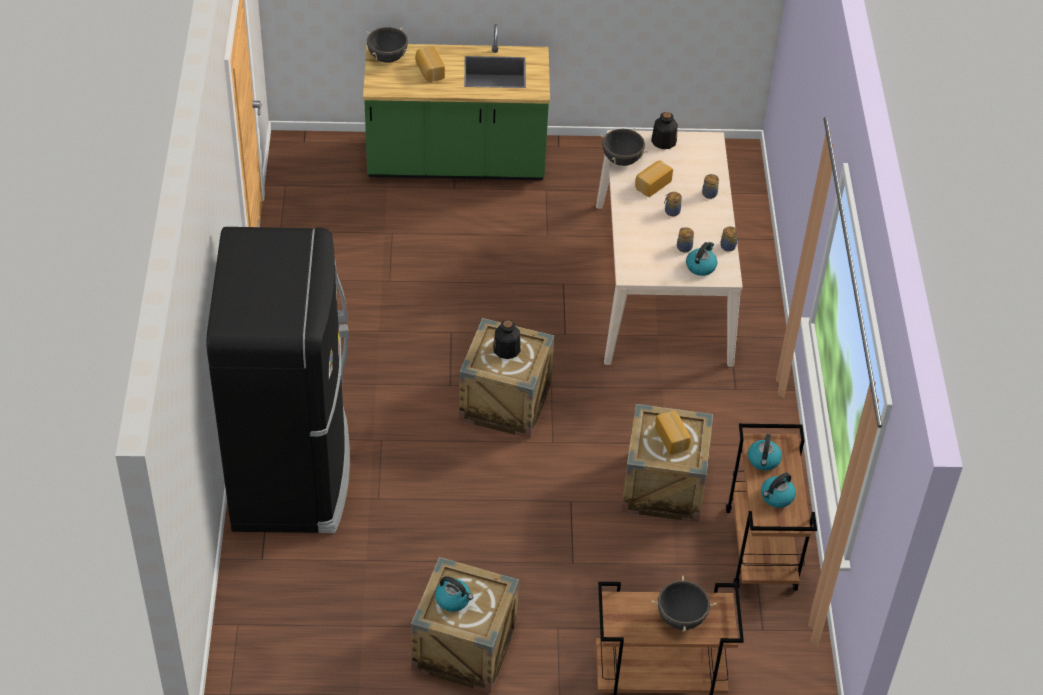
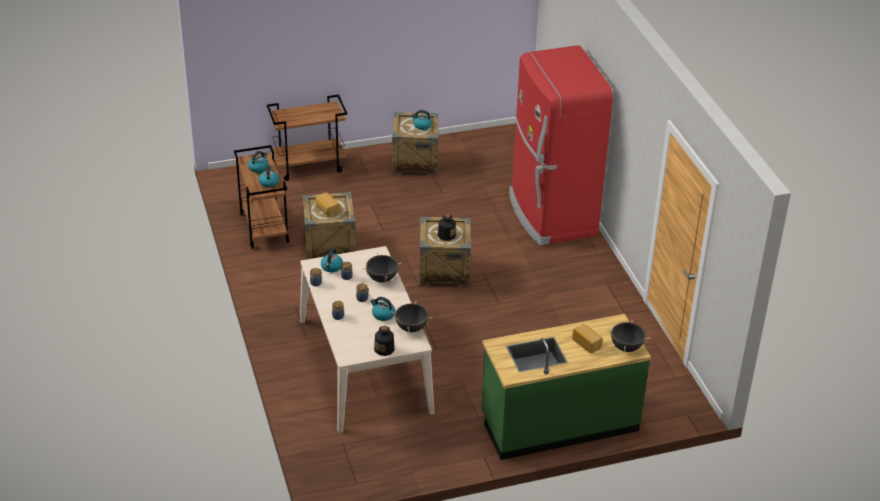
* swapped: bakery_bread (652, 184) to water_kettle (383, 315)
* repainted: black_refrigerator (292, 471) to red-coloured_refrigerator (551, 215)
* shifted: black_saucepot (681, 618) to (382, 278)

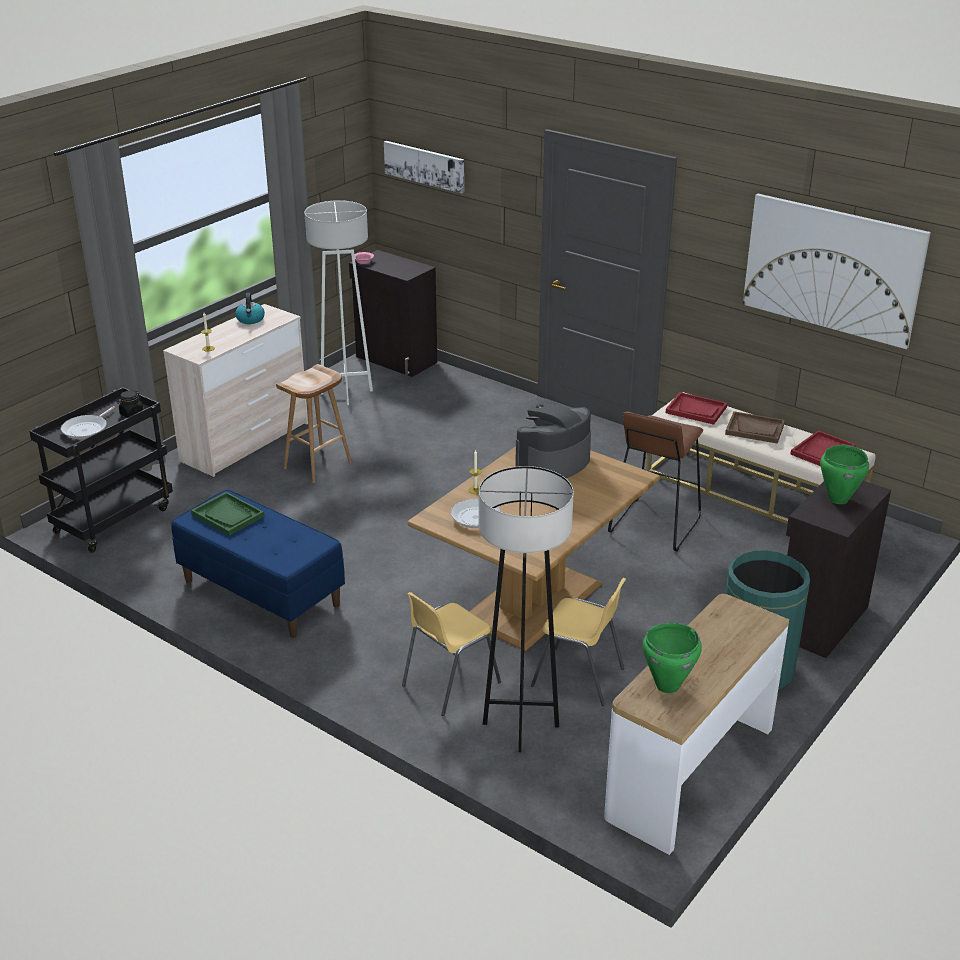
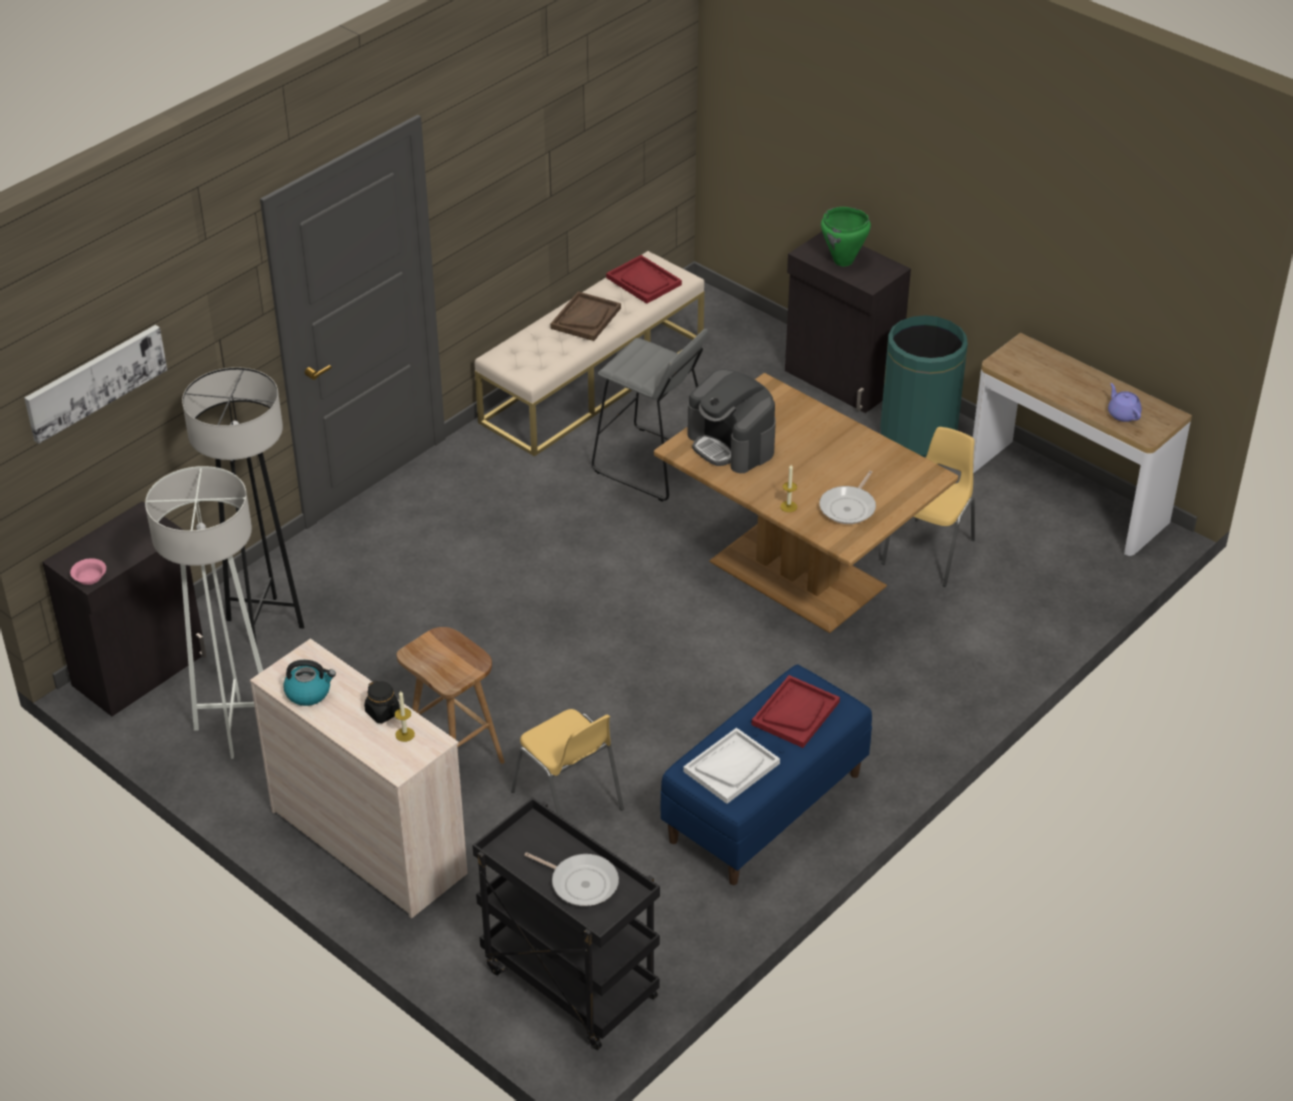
* gone: picture (832, 269)
* shifted: black_jar (131, 414) to (383, 712)
* shifted: red-coloured_serving_tray (696, 410) to (795, 713)
* repainted: brownish_stool_seat (654, 524) to gray_stool_seat (652, 464)
* shifted: gray_standing_lamp (520, 725) to (265, 624)
* repainted: greenish_serving_tray (228, 515) to white-coloured_serving_tray (731, 767)
* shifted: yellow_plain_chair (449, 684) to (568, 801)
* swapped: greenish_saucepot (667, 685) to purple_pot_for_tea (1123, 414)

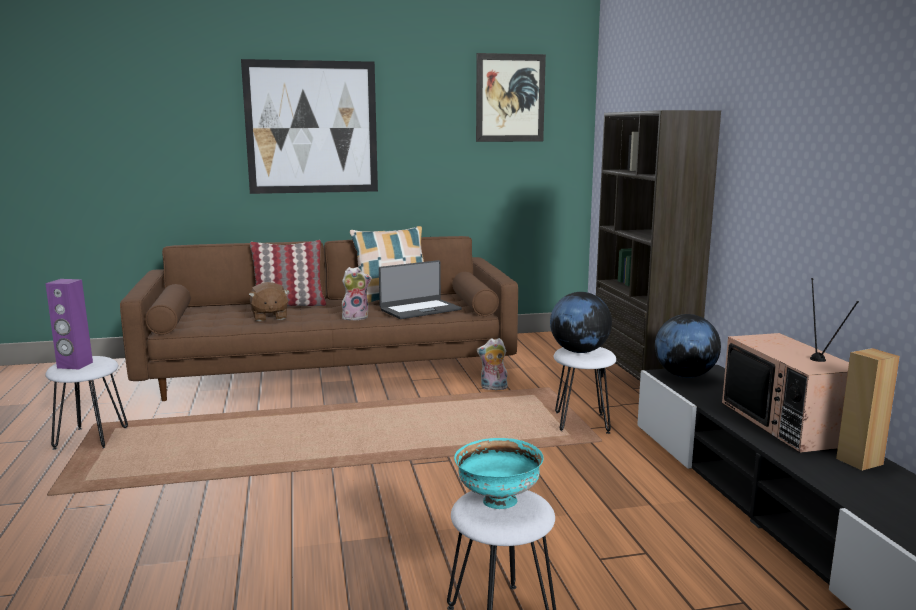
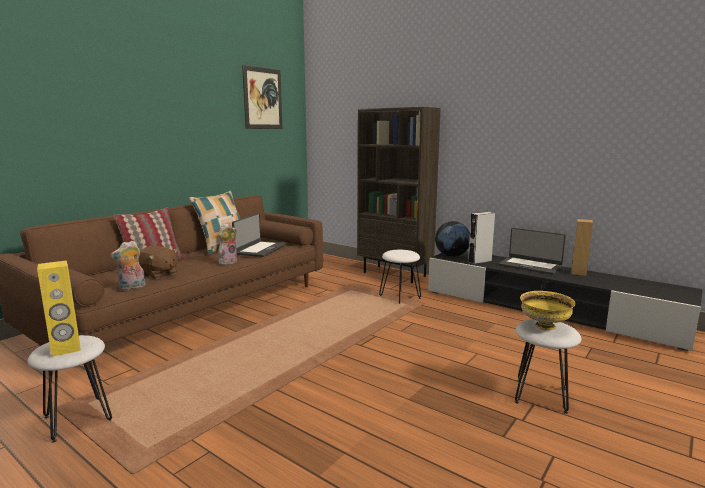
* gone: picture (312, 127)
* swapped: television (788, 424) to notebook_computer (530, 265)
* repainted: purple_loudspeaker (74, 365) to yellow_loudspeaker (66, 349)
* gone: desk_globe (579, 351)
* shifted: soft_toy (493, 388) to (132, 288)
* repainted: turquoise_deep_dish (498, 501) to yellow_deep_dish (545, 327)
* new: gray_loudspeaker (479, 261)

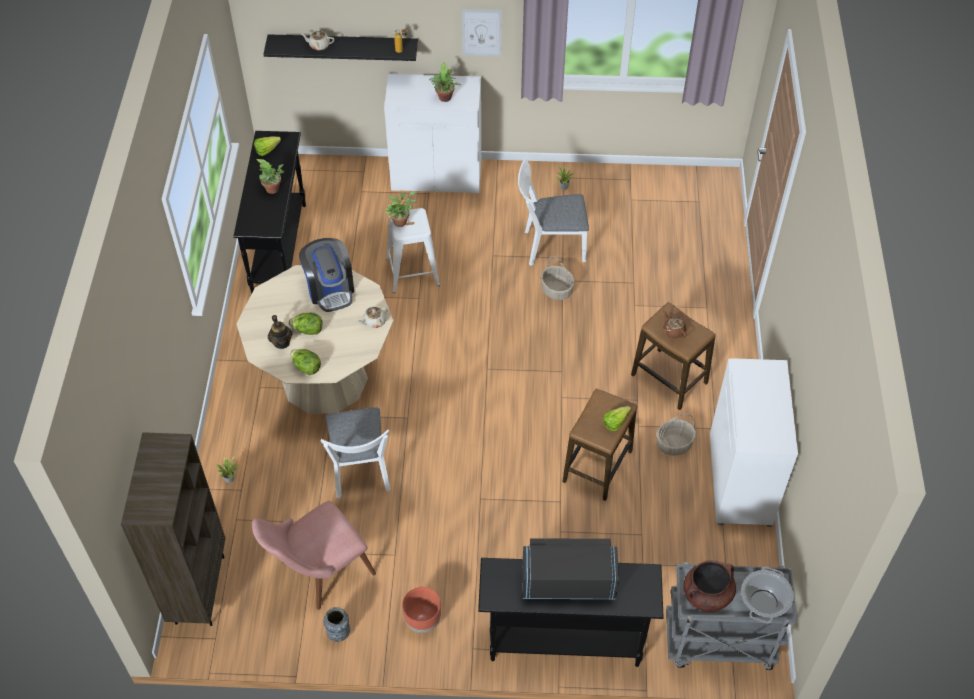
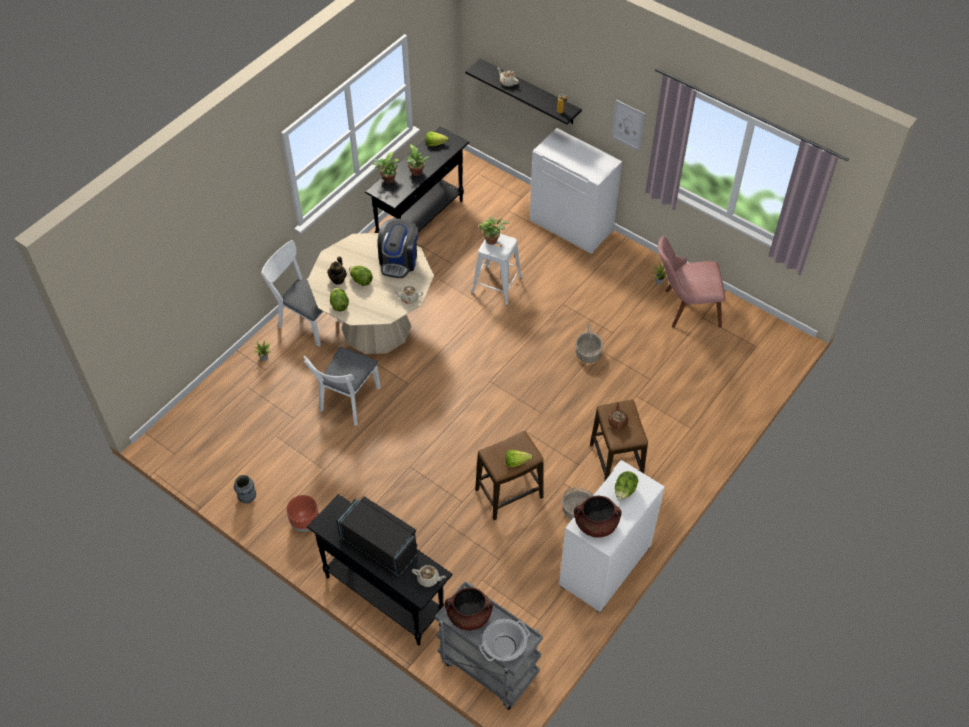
* shifted: potted_plant (444, 99) to (388, 180)
* shifted: white-coloured_plain_chair (549, 246) to (306, 321)
* gone: brownish_bookshelf (199, 589)
* shifted: pinkish_plain_chair (318, 573) to (684, 308)
* new: lettuce_head (624, 491)
* new: brownish_saucepot (596, 524)
* new: beige-coloured_pot_for_tea (428, 579)

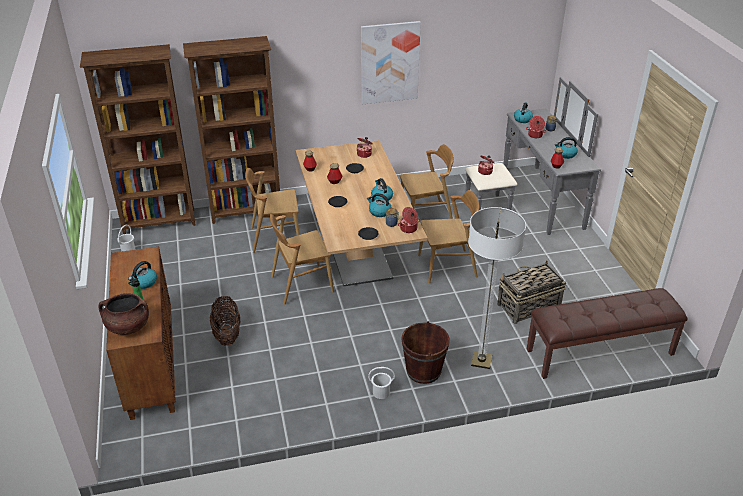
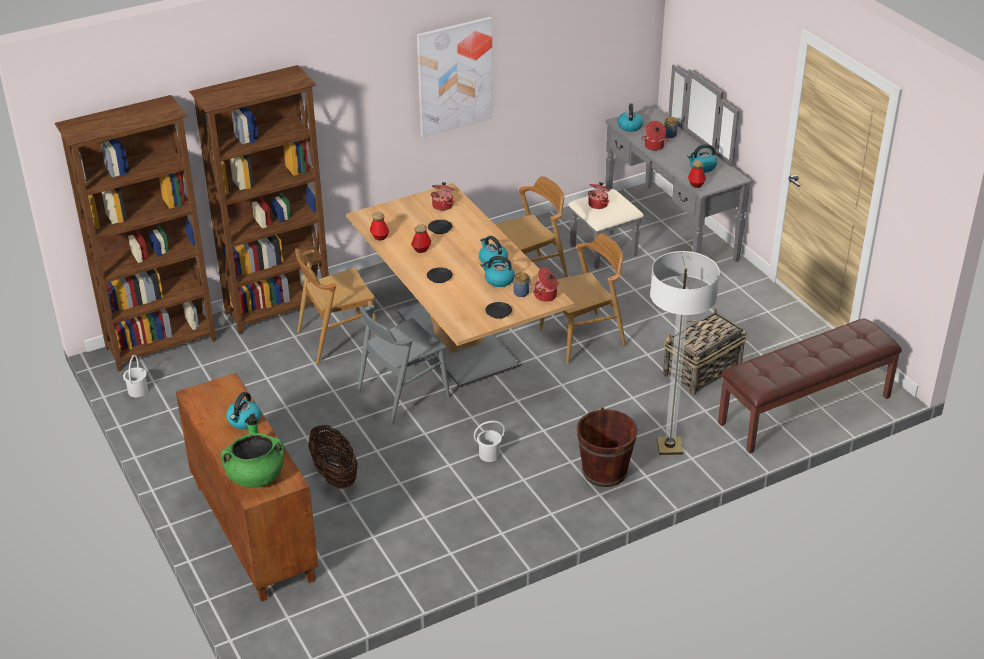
* repainted: brownish_plain_chair (301, 284) to gray_plain_chair (402, 394)
* repainted: brownish_saucepot (128, 327) to greenish_saucepot (256, 477)
* shifted: white-coloured_water_bucket (381, 392) to (489, 455)

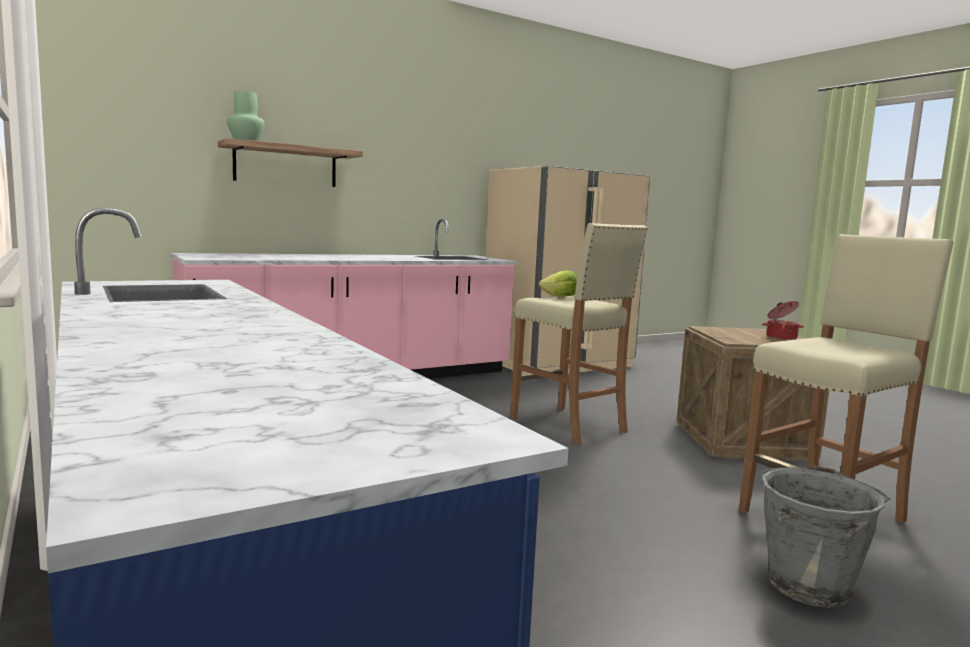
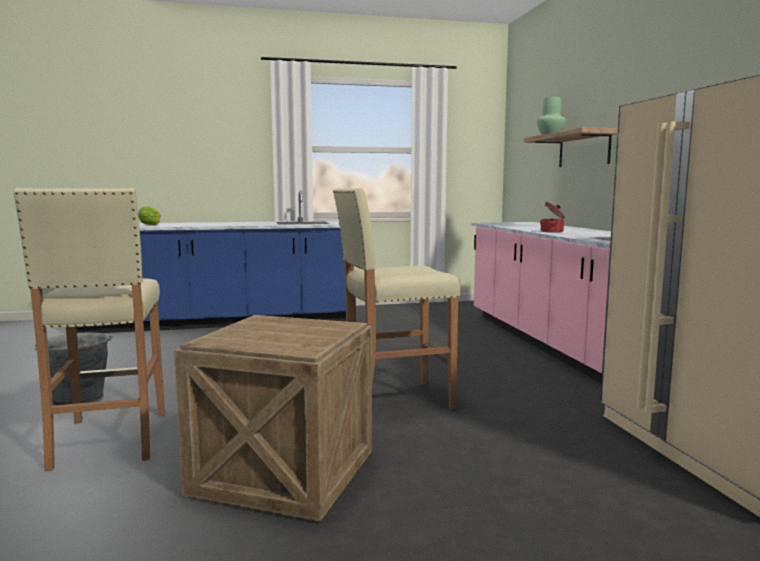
* shifted: lettuce_head (561, 297) to (150, 225)
* shifted: saucepot (781, 337) to (552, 231)

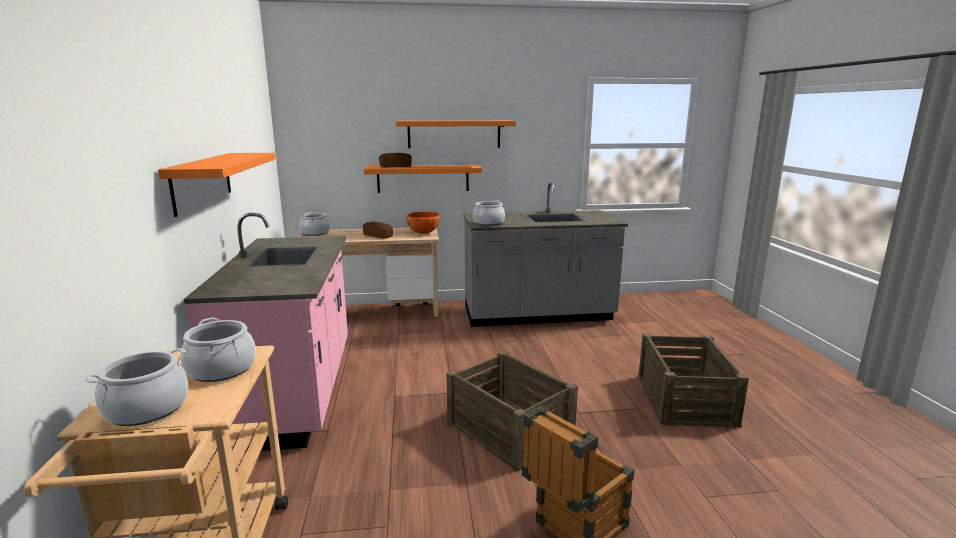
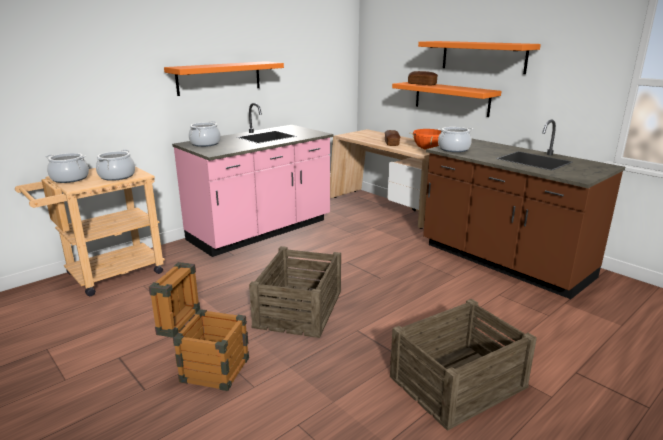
* repainted: gray_kitchen_base_unit (538, 315) to brownish_kitchen_base_unit (504, 262)
* shifted: saucepot (315, 233) to (205, 144)

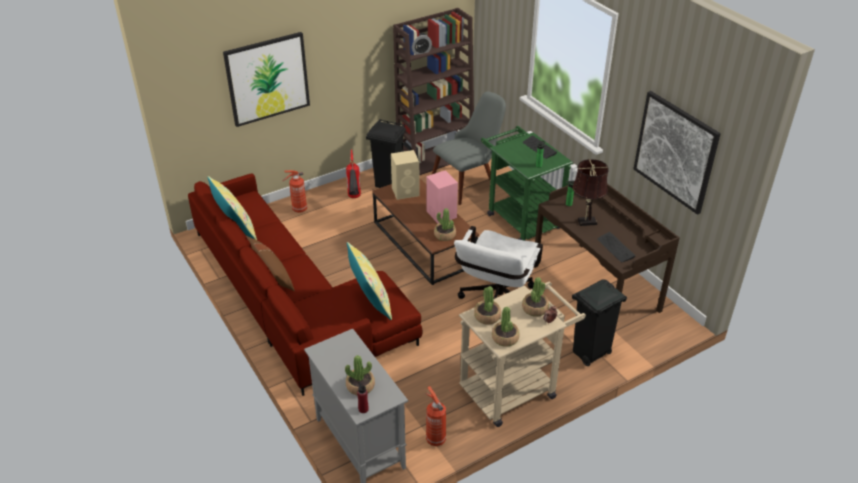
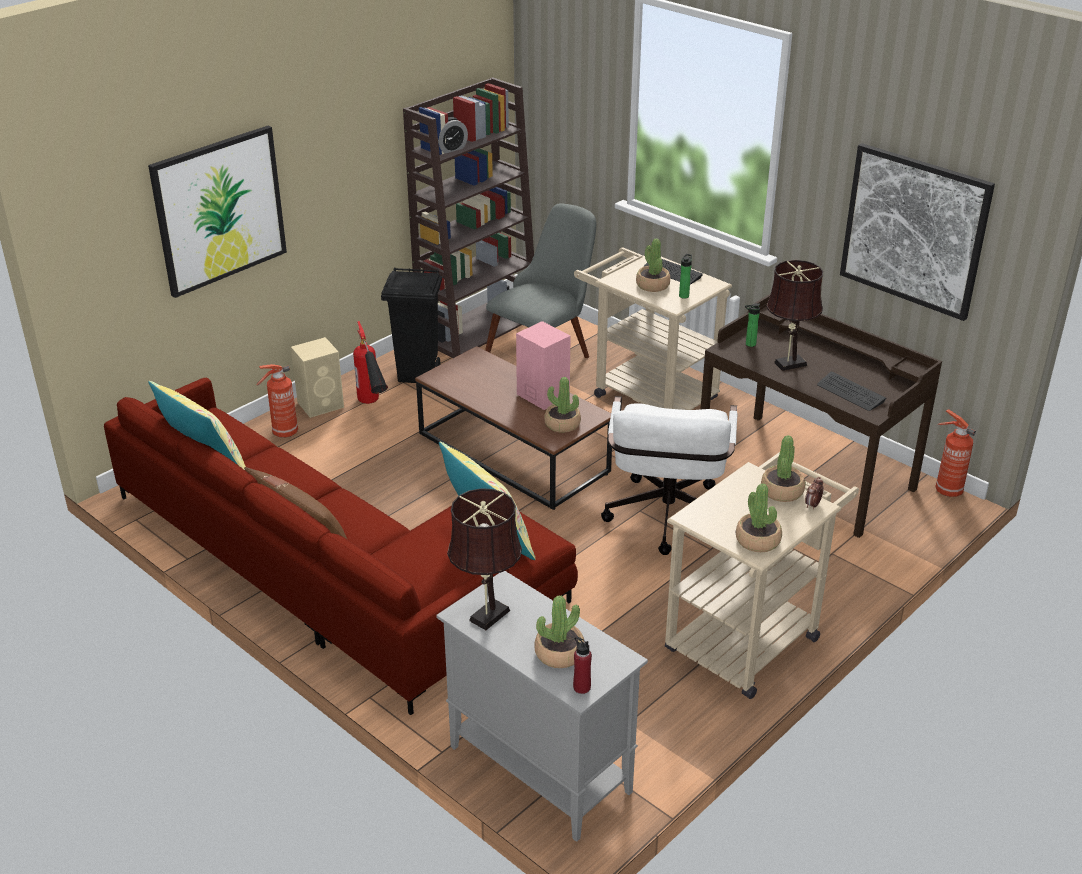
* repainted: greenish_wheeled_cart (520, 218) to beige-coloured_wheeled_cart (646, 393)
* shifted: beige-coloured_loudspeaker (406, 191) to (321, 404)
* gone: black_rubbish_bin (590, 354)
* shifted: potted_plant (487, 316) to (652, 285)
* shifted: extinguisher (435, 438) to (946, 490)
* new: brownish_lamp_for_a_table (486, 618)

